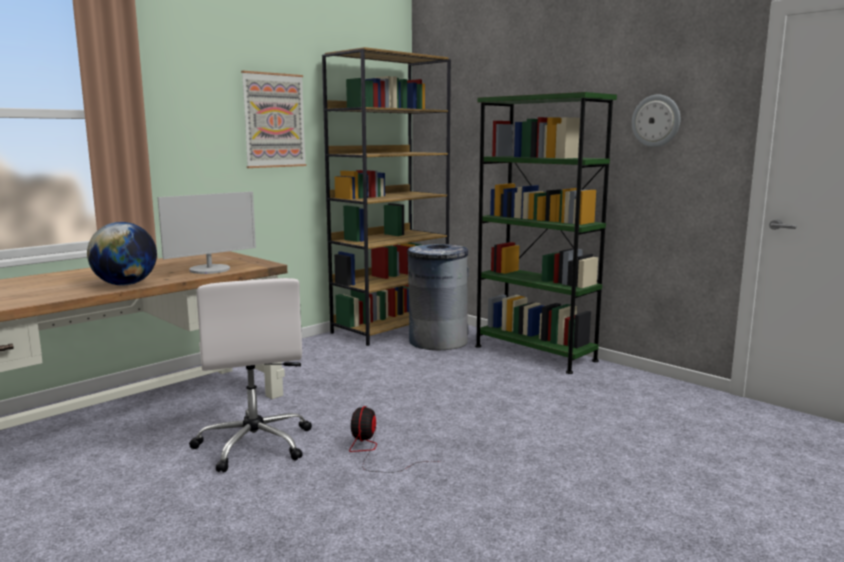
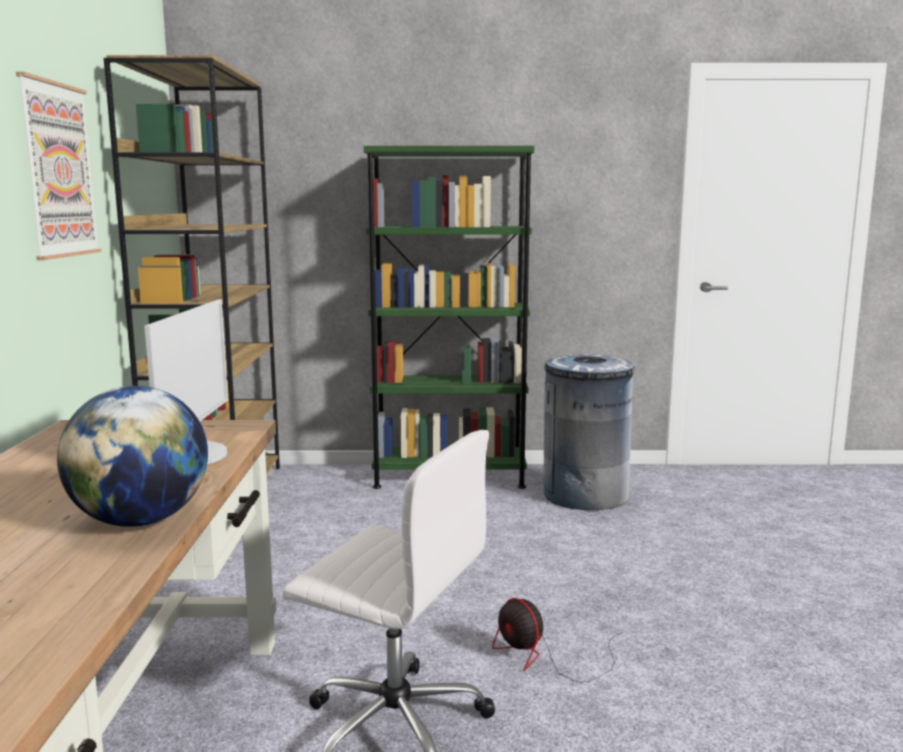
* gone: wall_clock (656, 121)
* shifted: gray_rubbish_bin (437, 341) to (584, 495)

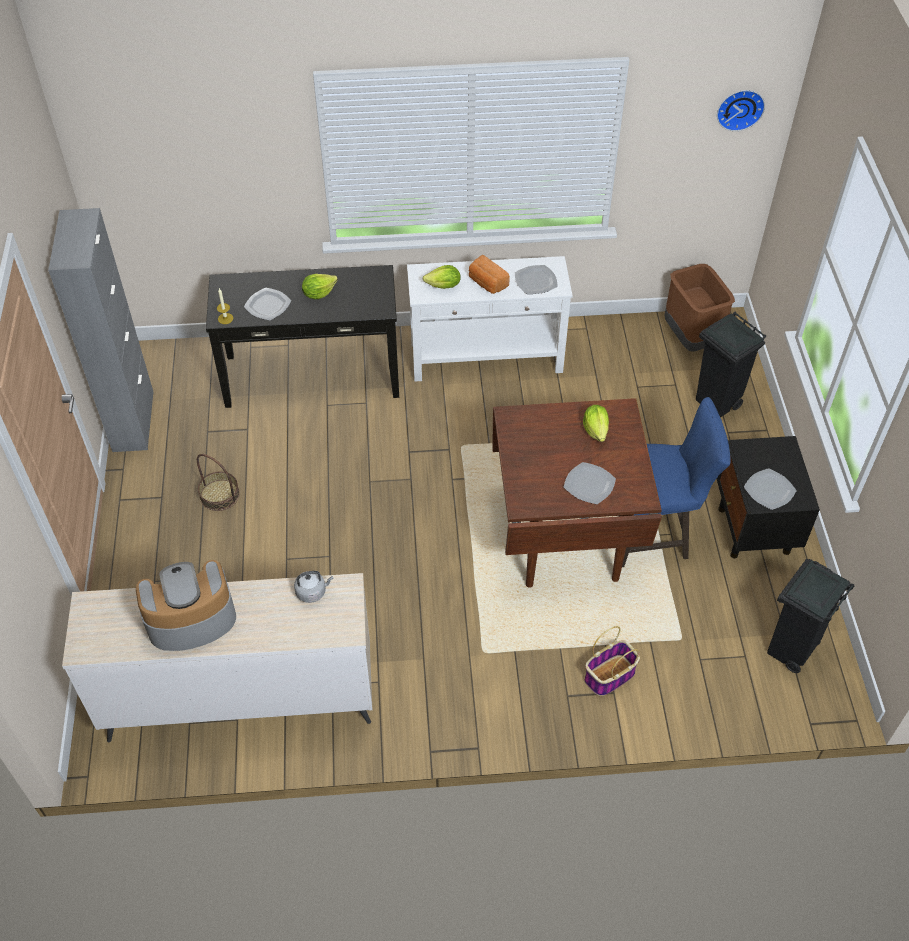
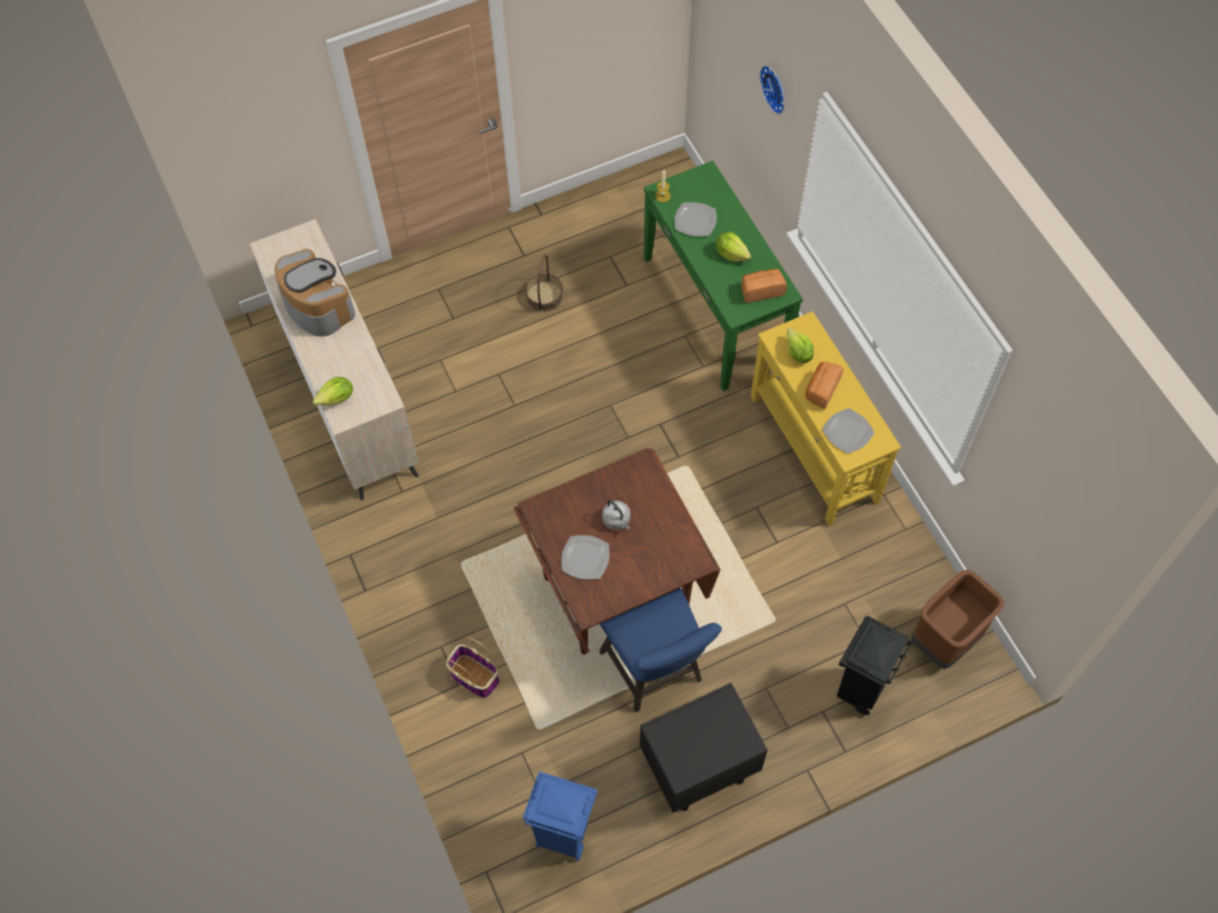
* shifted: wall_clock (739, 108) to (775, 88)
* gone: gray_cabinet (133, 421)
* repainted: white-coloured_narrow_table (487, 358) to yellow_narrow_table (813, 449)
* repainted: black_narrow_table (312, 375) to greenish_narrow_table (715, 309)
* shifted: lettuce_head (596, 430) to (337, 399)
* gone: plate (769, 490)
* repainted: black_rubbish_bin (790, 651) to blue-coloured_rubbish_bin (562, 836)
* shifted: gray_water_kettle (312, 592) to (617, 520)
* new: bakery_bread (761, 290)

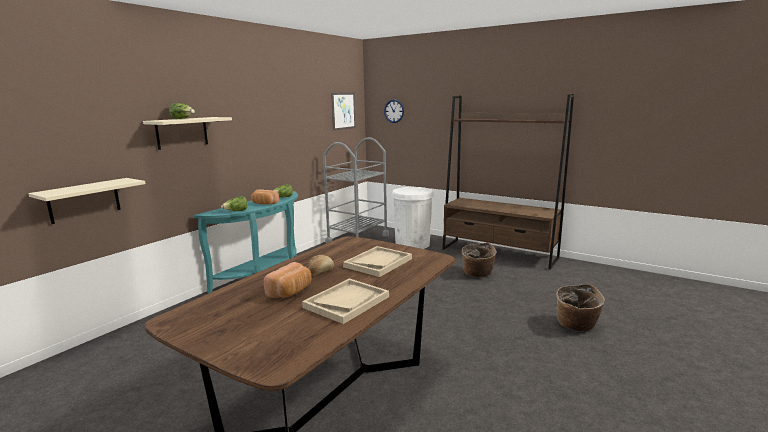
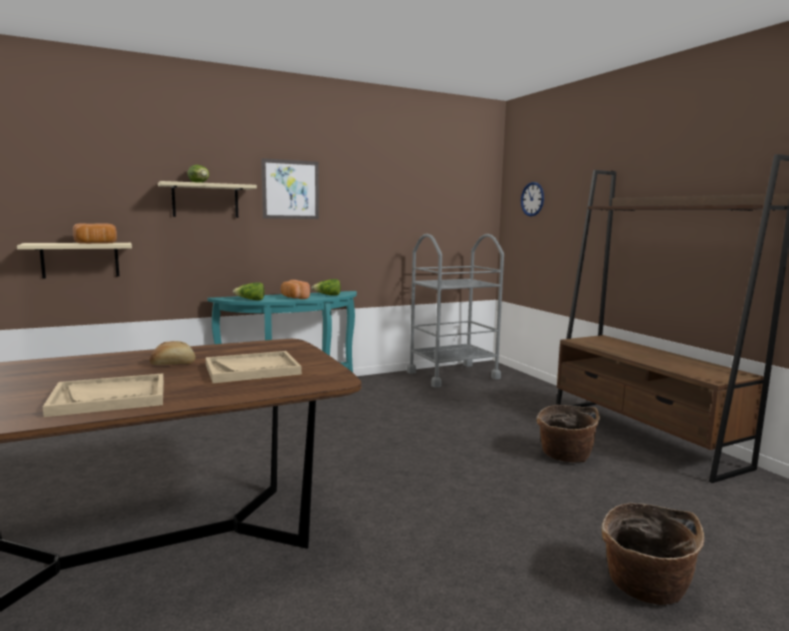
* shifted: picture (343, 111) to (290, 189)
* gone: white-coloured_rubbish_bin (412, 244)
* shifted: bakery_bread (291, 292) to (96, 243)

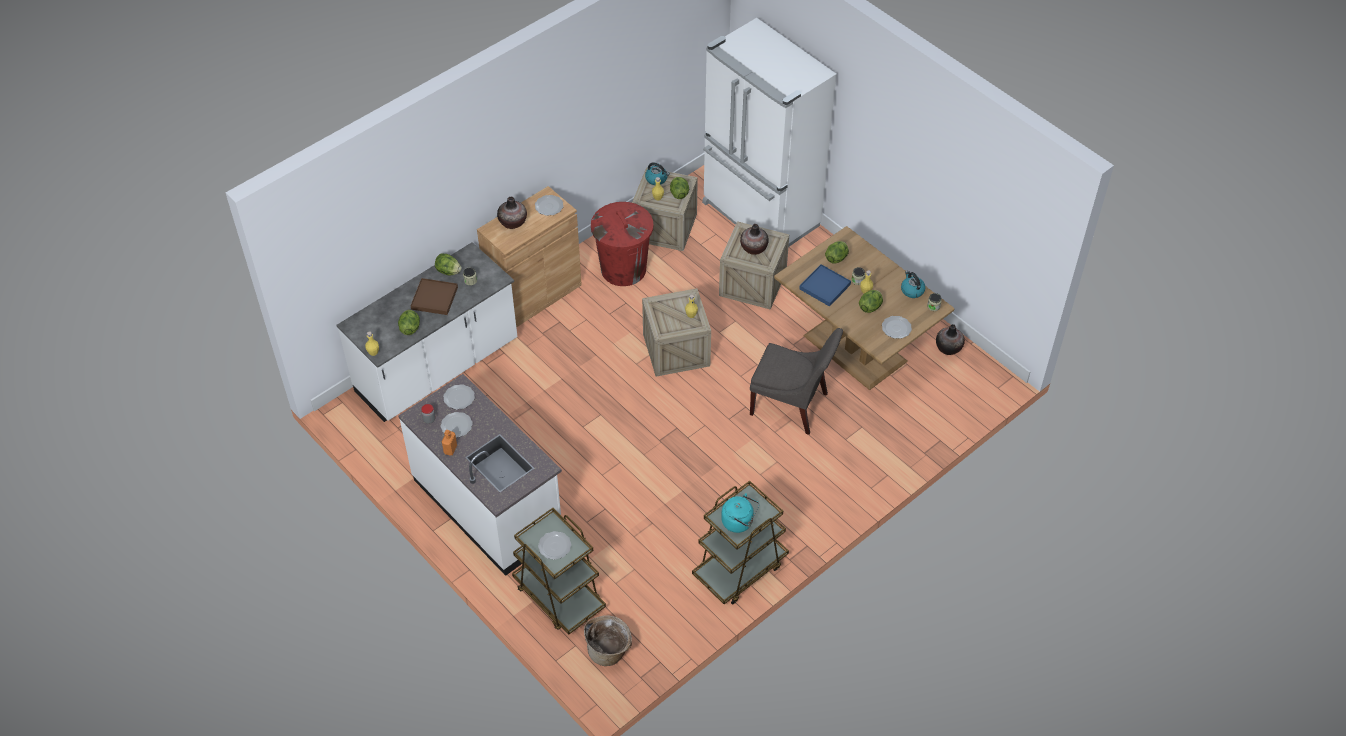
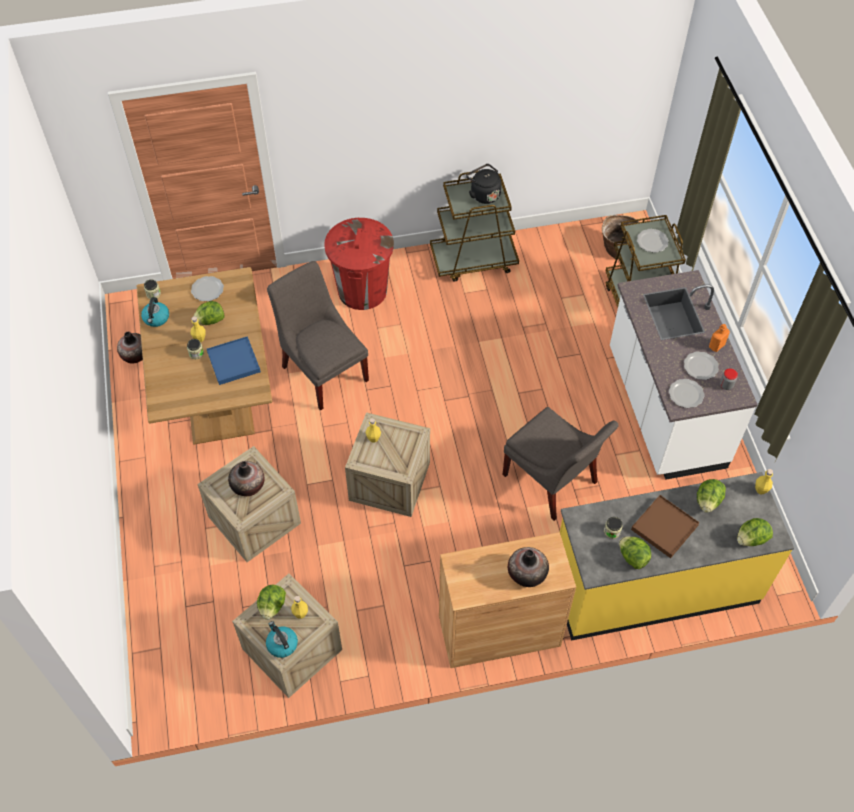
* gone: white-coloured_refrigerator (759, 216)
* gone: plate (548, 206)
* shifted: red-coloured_rubbish_bin (623, 269) to (362, 291)
* shifted: lettuce_head (836, 258) to (751, 539)
* repainted: white-coloured_kitchen_base_unit (438, 368) to yellow_kitchen_base_unit (653, 585)
* repainted: turquoise_water_kettle (739, 522) to black_water_kettle (483, 194)
* new: gray_plain_chair (552, 482)

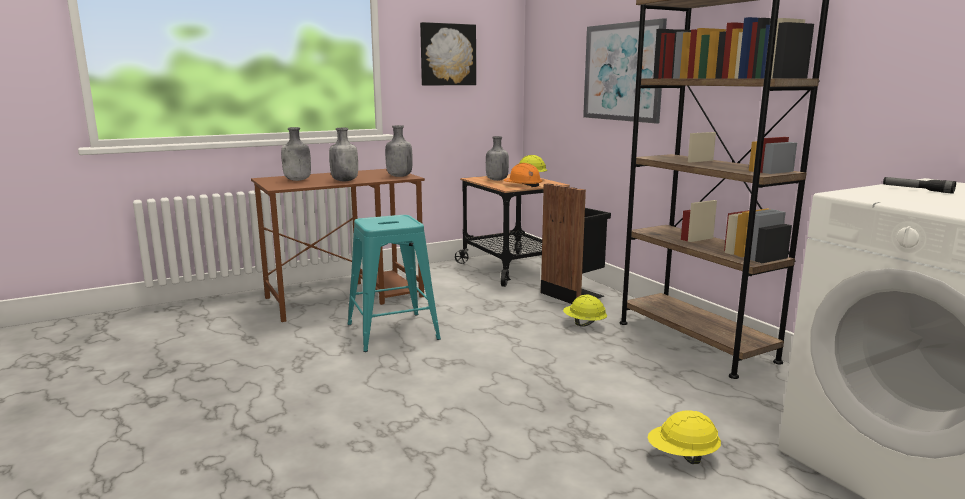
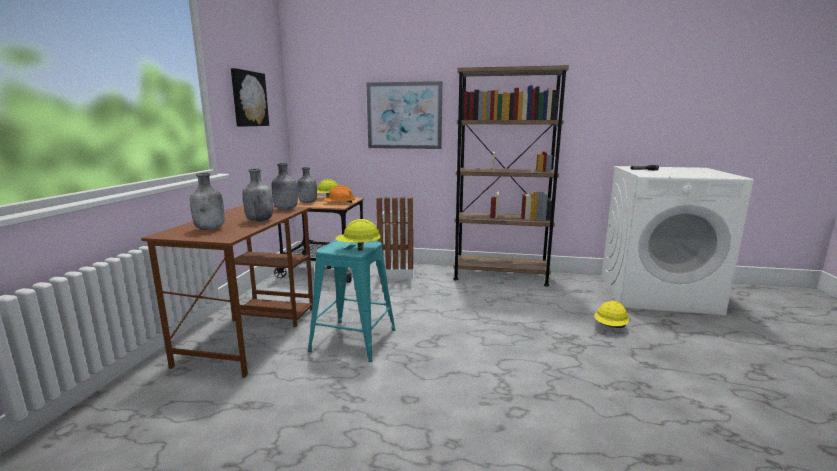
* repainted: black_rubbish_bin (573, 293) to white-coloured_rubbish_bin (396, 272)
* shifted: yellow_hard_hat (584, 324) to (358, 249)

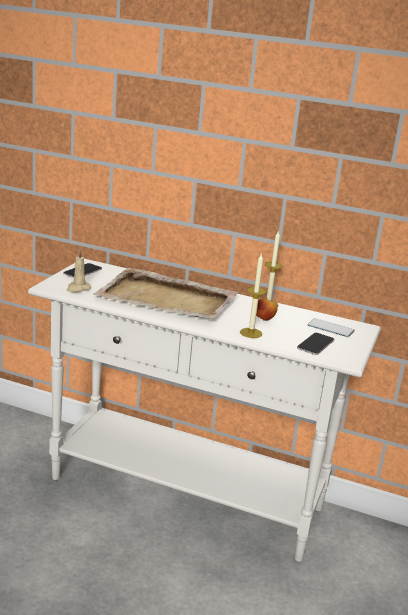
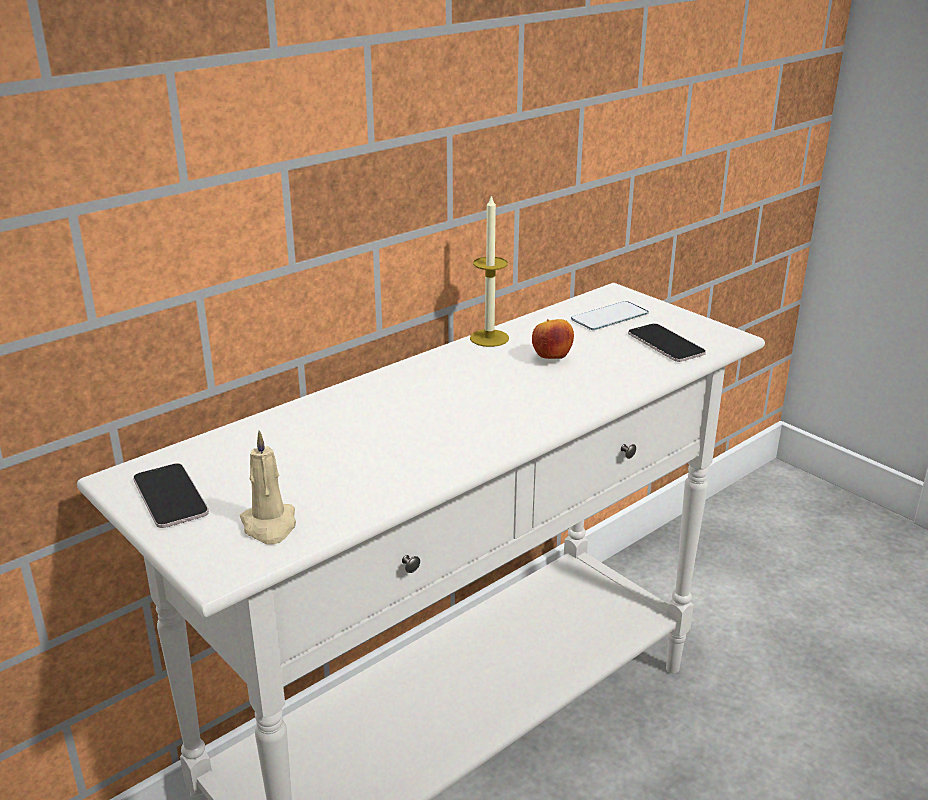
* gone: candle (251, 333)
* gone: beige-coloured_serving_tray (168, 299)

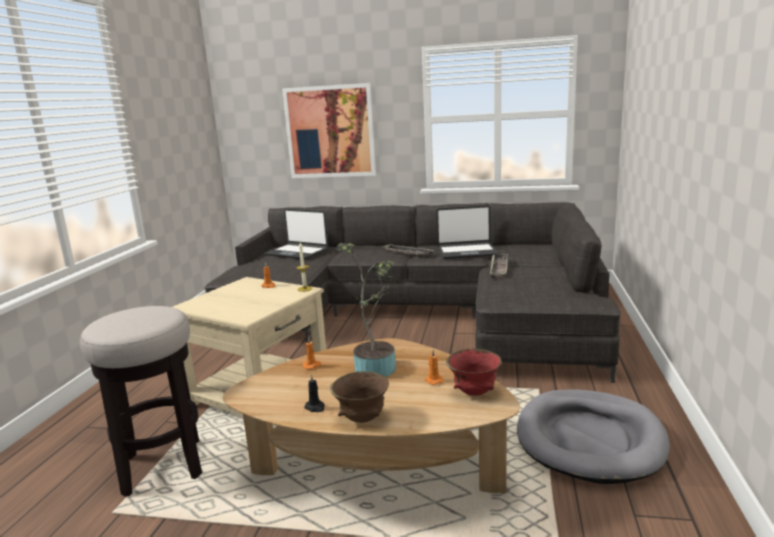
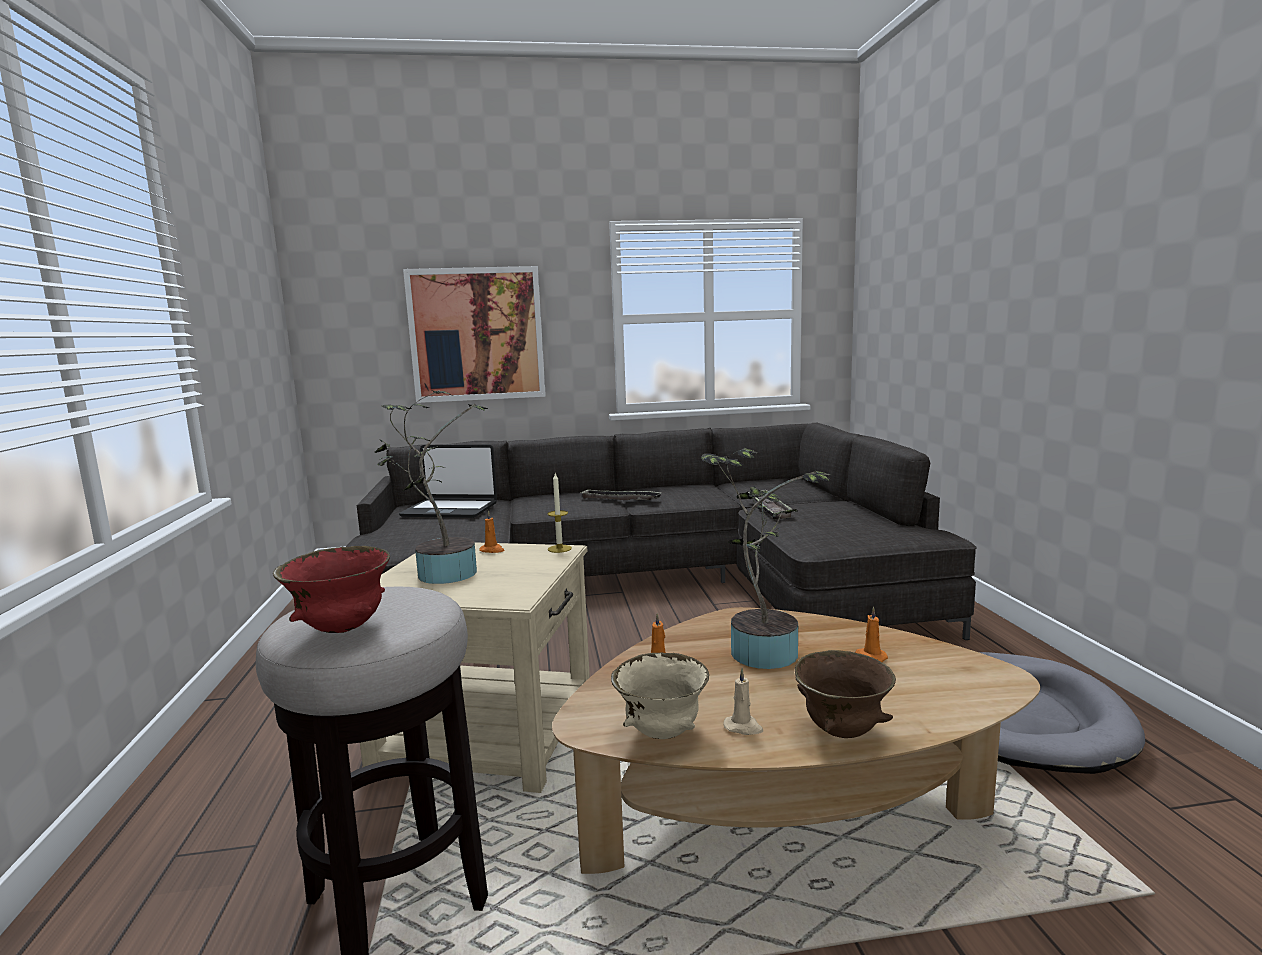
* gone: notebook_computer (467, 252)
* shifted: red-coloured_deep_dish (474, 392) to (342, 629)
* repainted: black_candle (315, 407) to beige-coloured_candle (743, 727)
* new: potted_plant (440, 573)
* new: beige-coloured_deep_dish (662, 733)

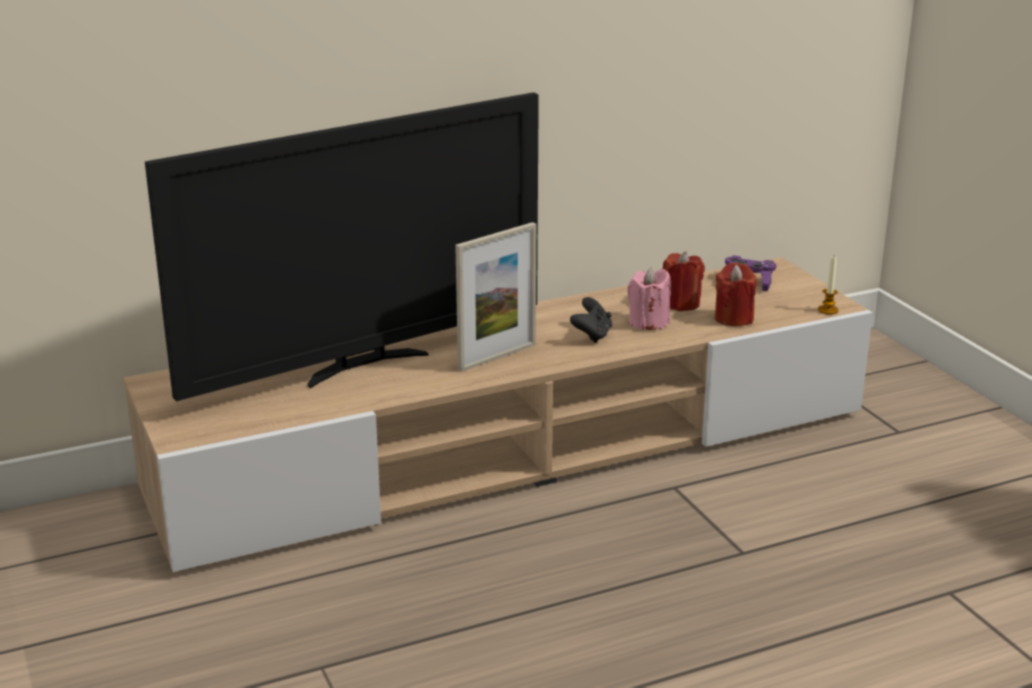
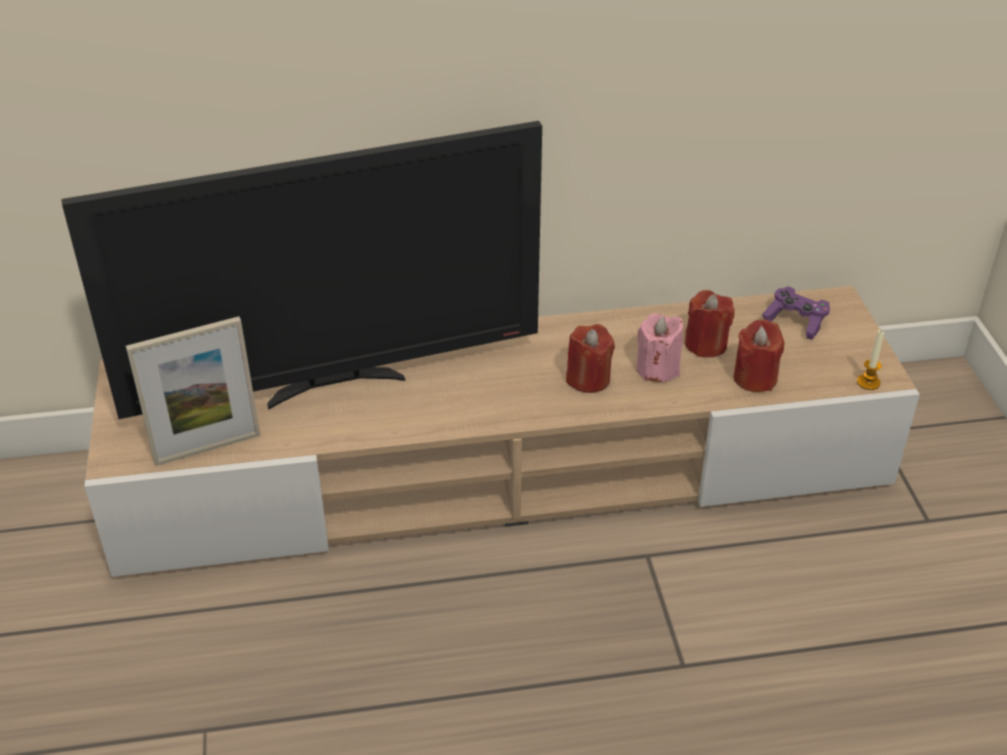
* shifted: standing_frame (497, 357) to (207, 448)
* swapped: black_joypad (592, 335) to red-coloured_candle (588, 379)

